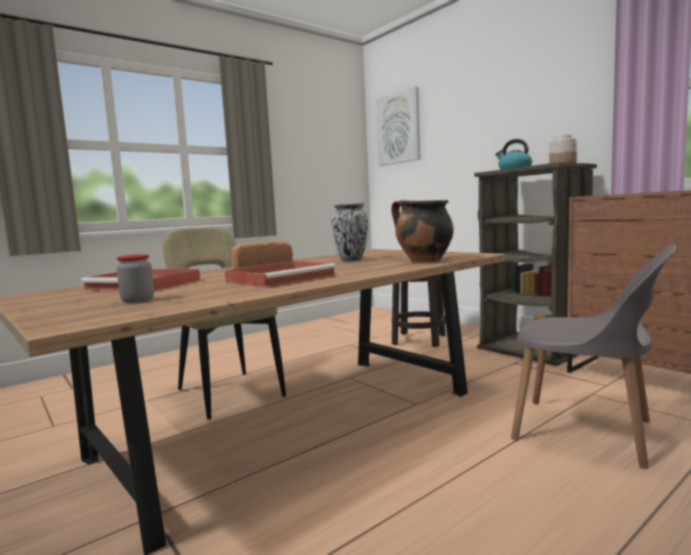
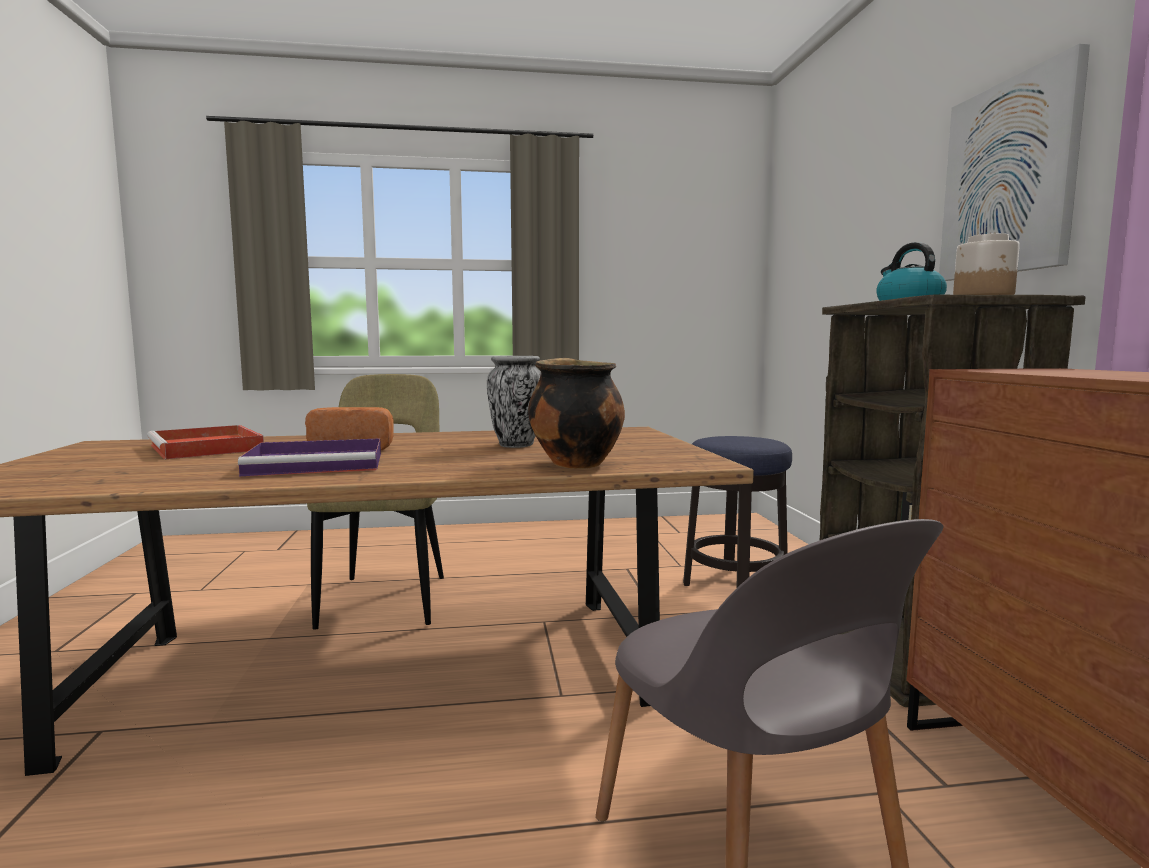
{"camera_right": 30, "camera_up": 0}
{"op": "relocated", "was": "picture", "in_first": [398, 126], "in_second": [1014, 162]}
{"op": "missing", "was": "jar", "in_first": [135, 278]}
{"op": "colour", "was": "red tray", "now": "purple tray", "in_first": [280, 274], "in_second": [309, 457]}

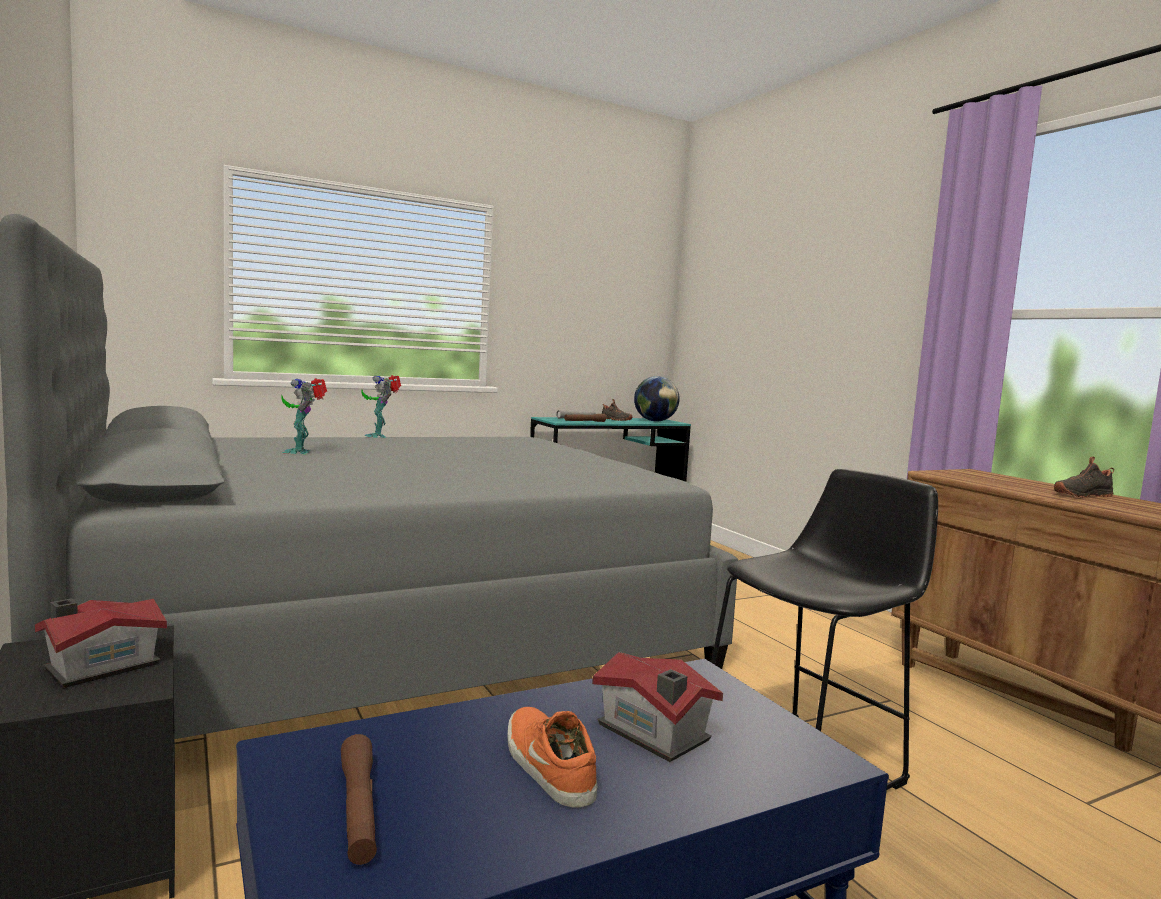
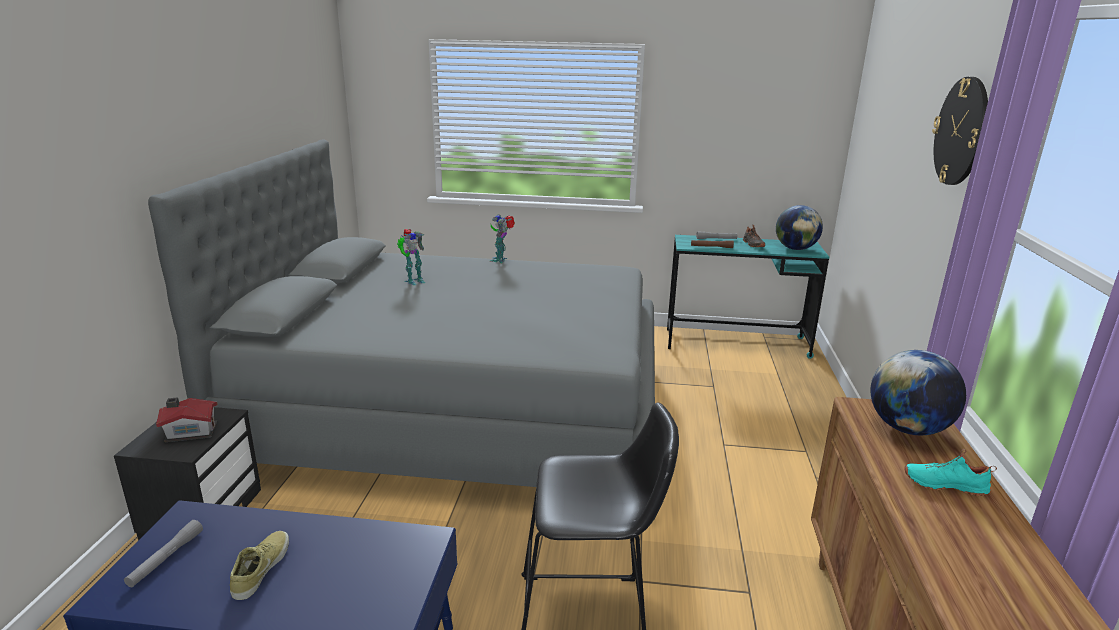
{"camera_right": 35, "camera_up": 15}
{"op": "spun", "was": "toy robot", "in_first": [304, 416], "in_second": [411, 257], "clockwise": -150}
{"op": "colour", "was": "black shoe", "now": "turquoise shoe", "in_first": [1084, 477], "in_second": [950, 472]}
{"op": "missing", "was": "toy house", "in_first": [657, 707]}
{"op": "colour", "was": "orange shoe", "now": "beige shoe", "in_first": [552, 757], "in_second": [259, 565]}
{"op": "colour", "was": "brown flashlight", "now": "grey flashlight", "in_first": [359, 799], "in_second": [163, 553]}
{"op": "appeared", "now": "wall clock", "in_second": [960, 131]}
{"op": "appeared", "now": "globe", "in_second": [918, 392]}

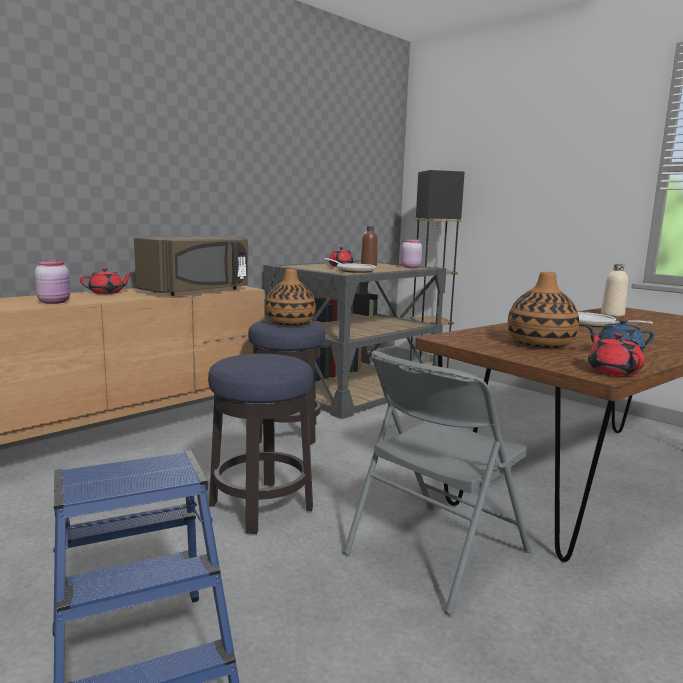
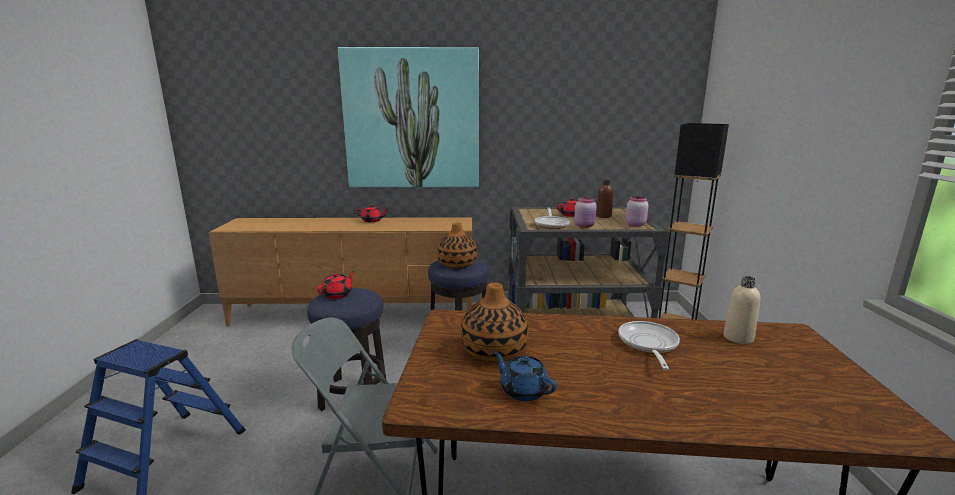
{"camera_right": 45, "camera_up": 5}
{"op": "missing", "was": "brown microwave", "in_first": [191, 266]}
{"op": "relocated", "was": "pink jar", "in_first": [52, 282], "in_second": [585, 212]}
{"op": "relocated", "was": "red teapot", "in_first": [616, 354], "in_second": [336, 285]}
{"op": "appeared", "now": "picture", "in_second": [408, 117]}

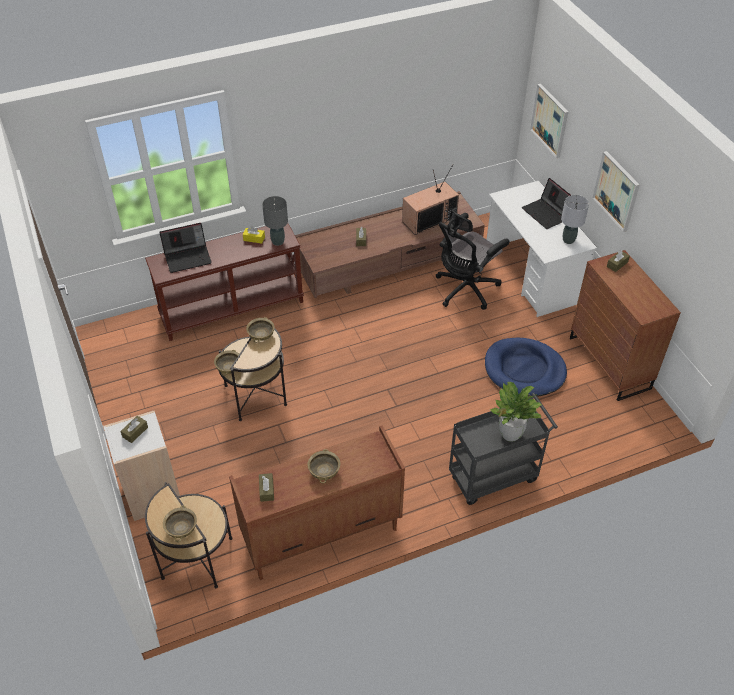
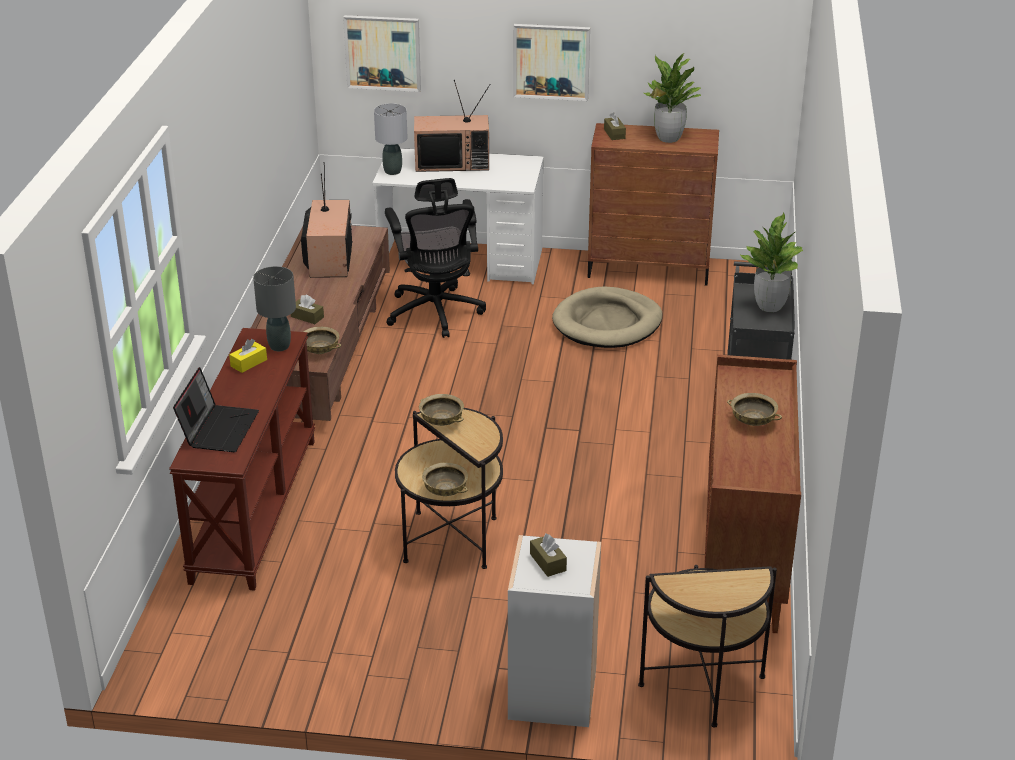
{"camera_right": -60, "camera_up": -15}
{"op": "exchanged", "was": "laptop", "now": "television", "in_first": [546, 203], "in_second": [452, 126]}
{"op": "relocated", "was": "grey table lamp", "in_first": [575, 219], "in_second": [390, 139]}
{"op": "colour", "was": "blue dog bed", "now": "beige dog bed", "in_first": [526, 366], "in_second": [607, 317]}
{"op": "missing", "was": "brown tissue box", "in_first": [266, 487]}
{"op": "relocated", "was": "beige bowl", "in_first": [180, 523], "in_second": [322, 340]}
{"op": "appeared", "now": "potted plant", "in_second": [672, 98]}

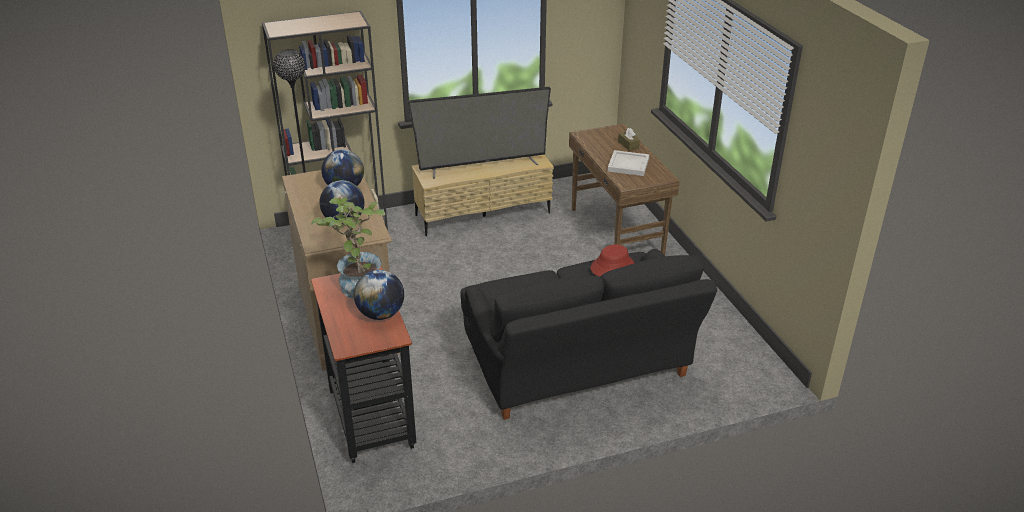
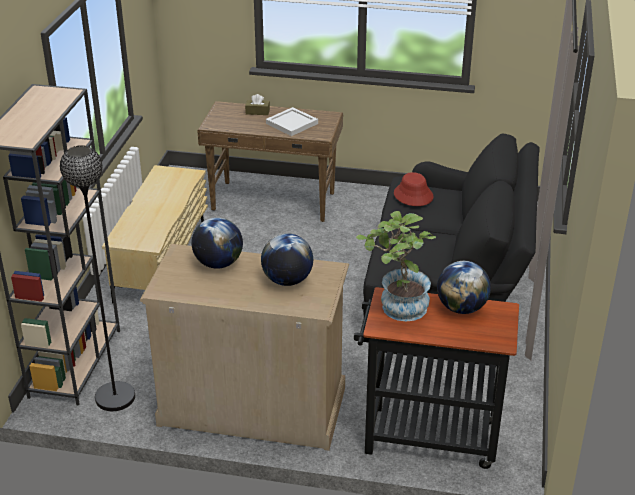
{"camera_right": -60, "camera_up": 0}
{"op": "missing", "was": "television", "in_first": [479, 133]}

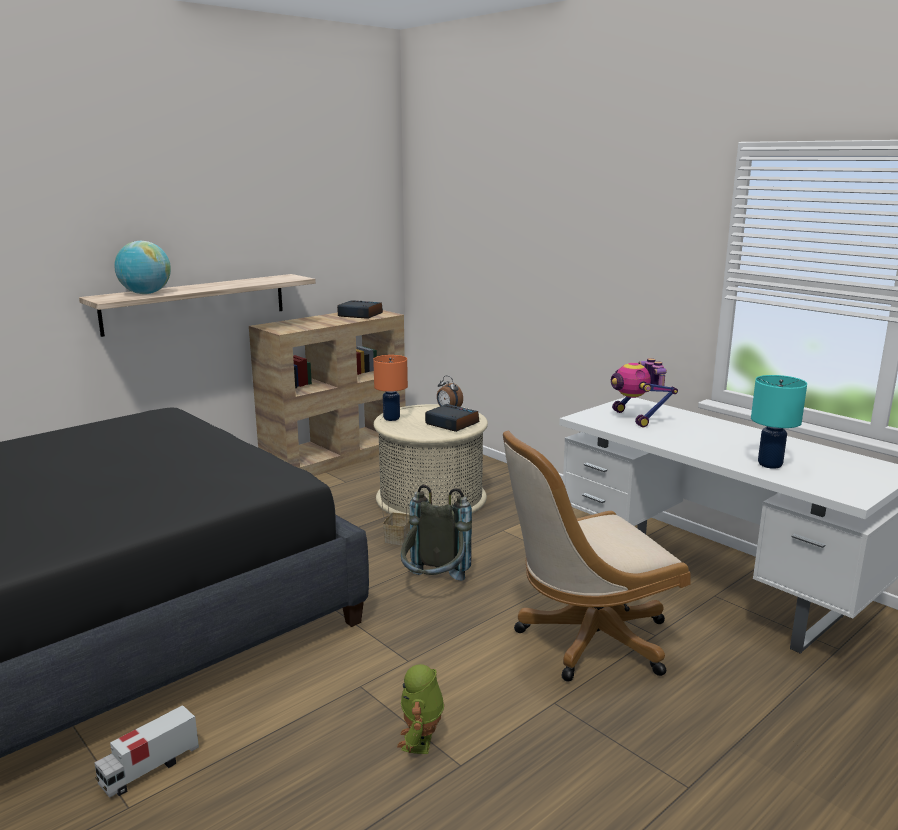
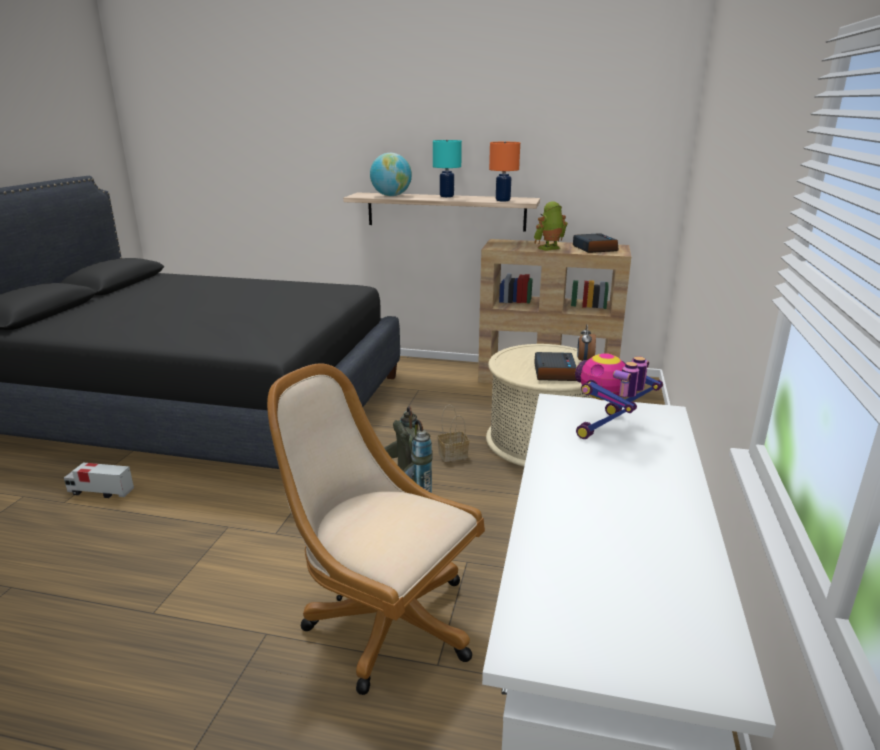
{"camera_right": 55, "camera_up": 5}
{"op": "relocated", "was": "orange table lamp", "in_first": [390, 388], "in_second": [504, 171]}
{"op": "relocated", "was": "turquoise table lamp", "in_first": [779, 422], "in_second": [447, 168]}
{"op": "relocated", "was": "toy robot", "in_first": [420, 709], "in_second": [551, 226]}

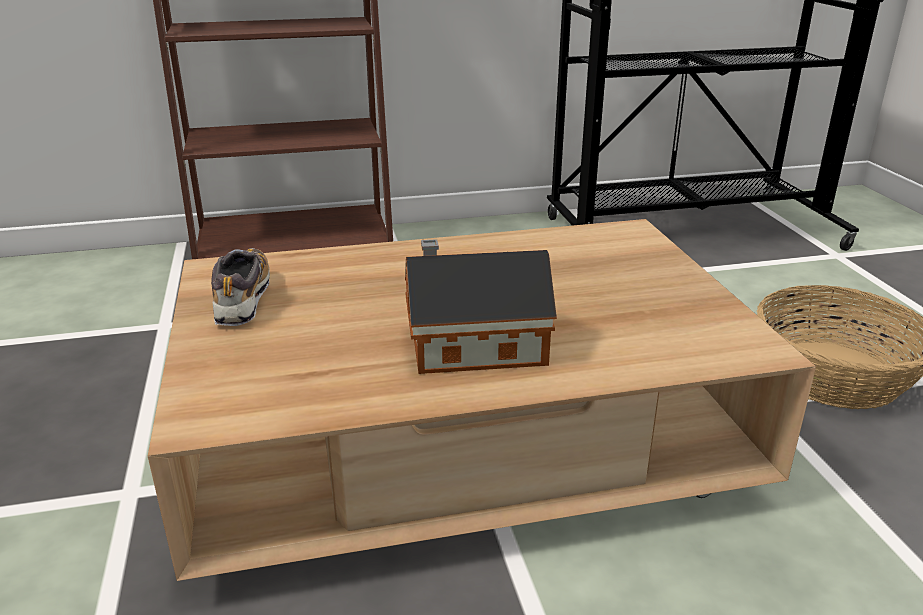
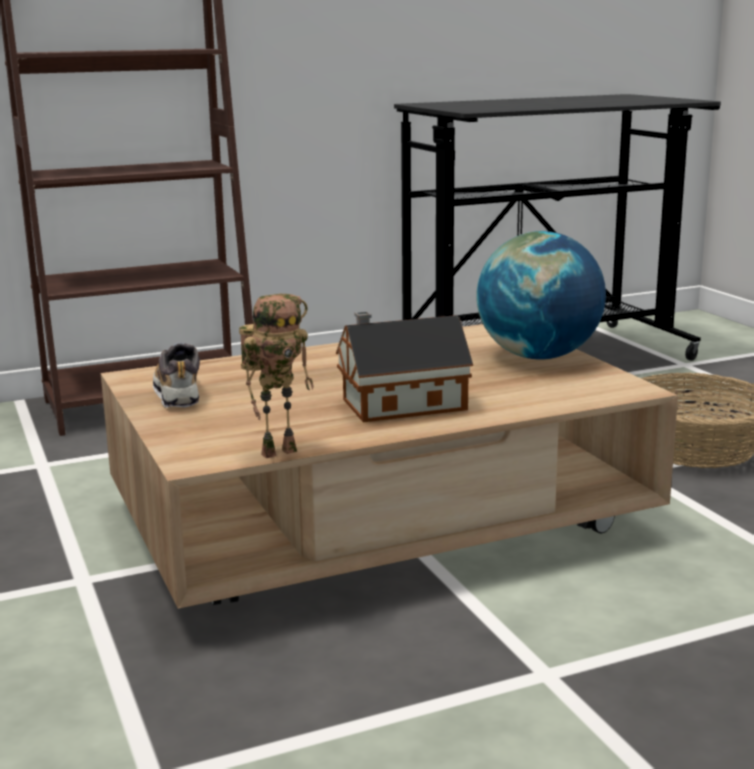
{"camera_right": -10, "camera_up": -10}
{"op": "appeared", "now": "globe", "in_second": [541, 295]}
{"op": "appeared", "now": "toy robot", "in_second": [276, 376]}

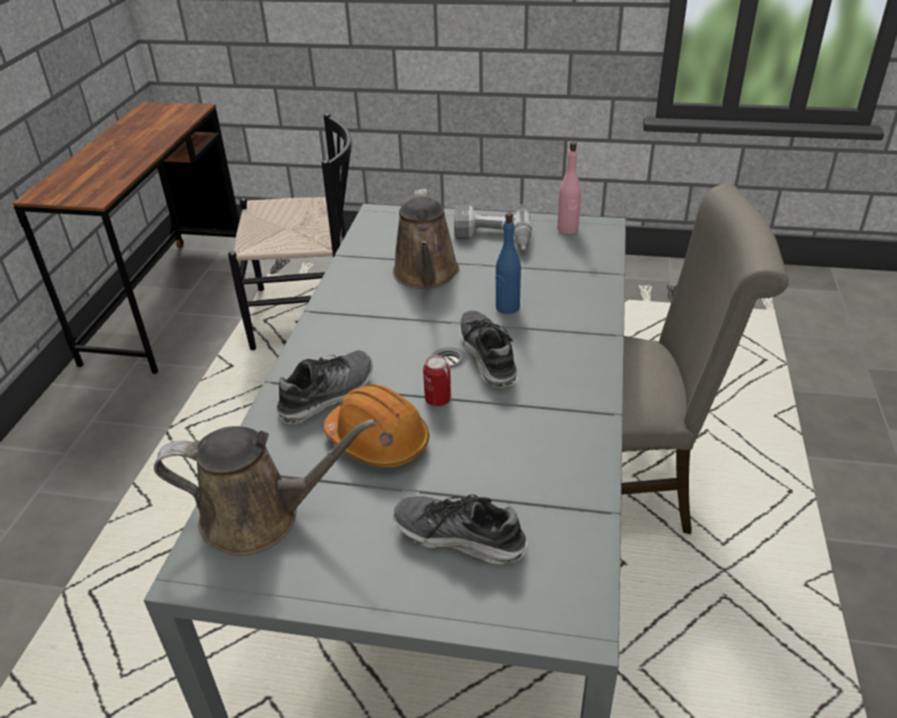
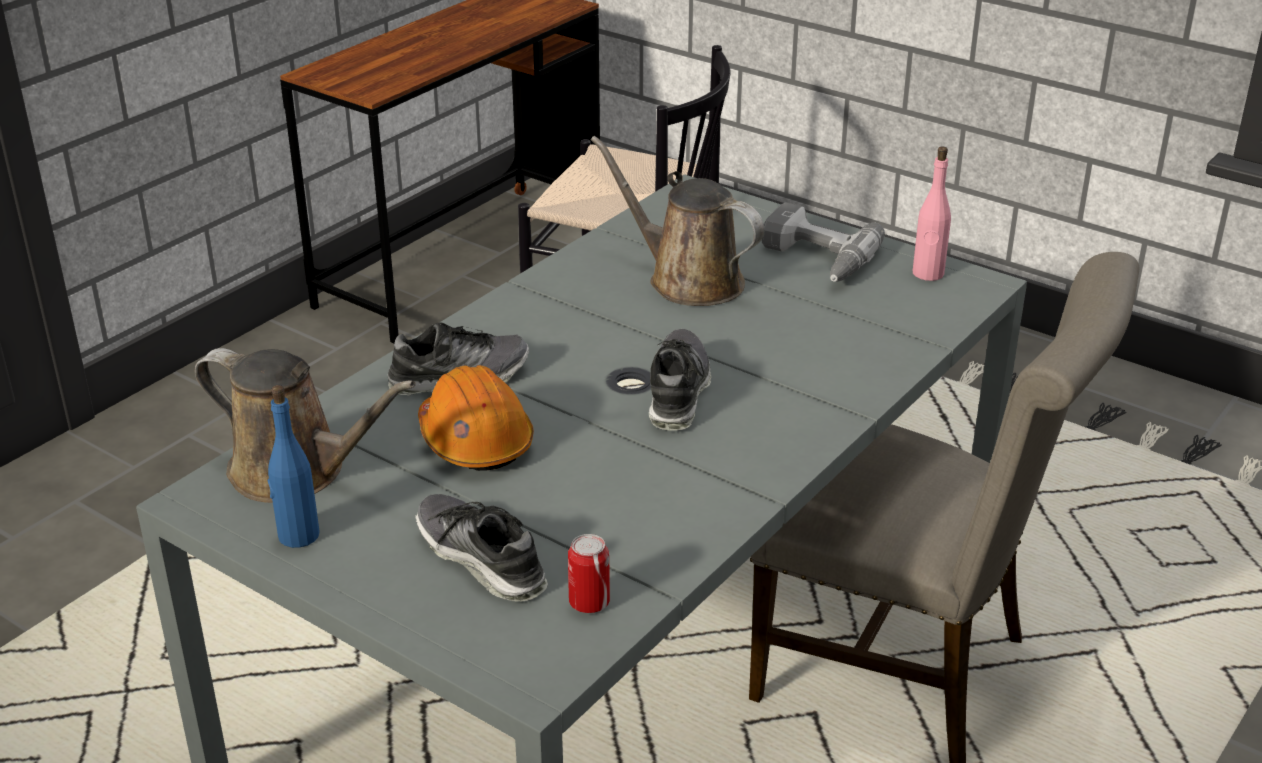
{"camera_right": 25, "camera_up": -5}
{"op": "spun", "was": "brown watering can", "in_first": [426, 239], "in_second": [678, 221], "clockwise": 105}
{"op": "relocated", "was": "blue bottle", "in_first": [508, 263], "in_second": [294, 466]}
{"op": "relocated", "was": "can", "in_first": [437, 380], "in_second": [589, 573]}

